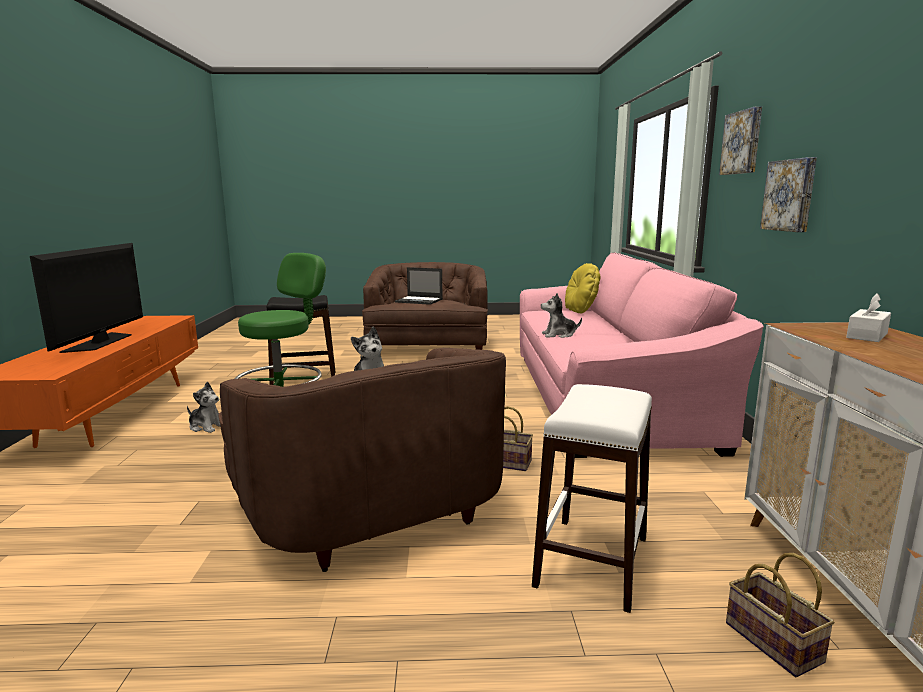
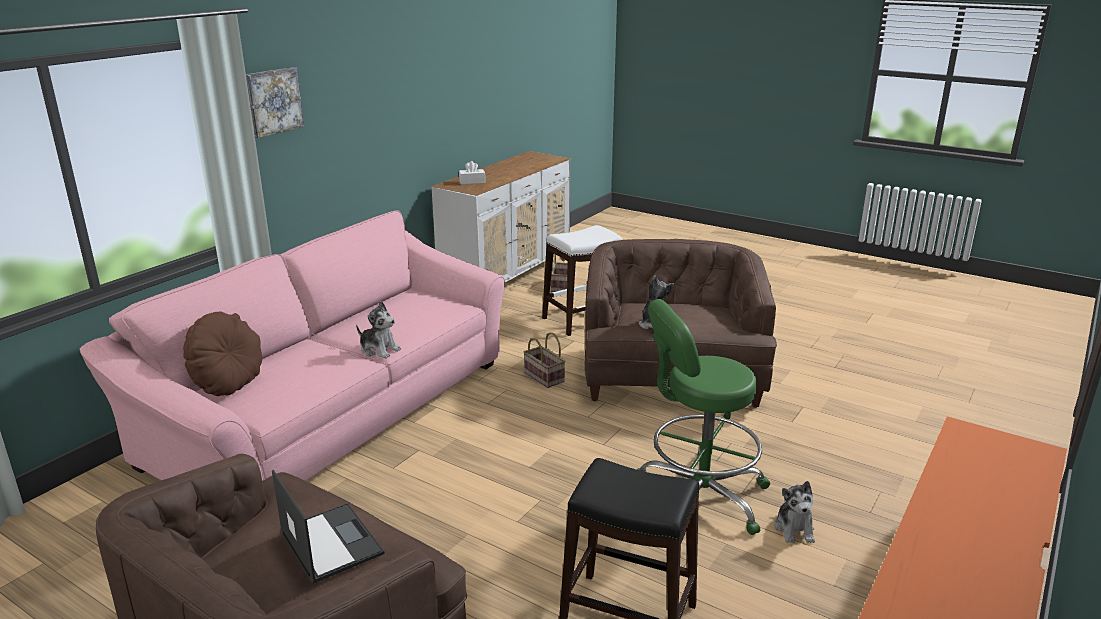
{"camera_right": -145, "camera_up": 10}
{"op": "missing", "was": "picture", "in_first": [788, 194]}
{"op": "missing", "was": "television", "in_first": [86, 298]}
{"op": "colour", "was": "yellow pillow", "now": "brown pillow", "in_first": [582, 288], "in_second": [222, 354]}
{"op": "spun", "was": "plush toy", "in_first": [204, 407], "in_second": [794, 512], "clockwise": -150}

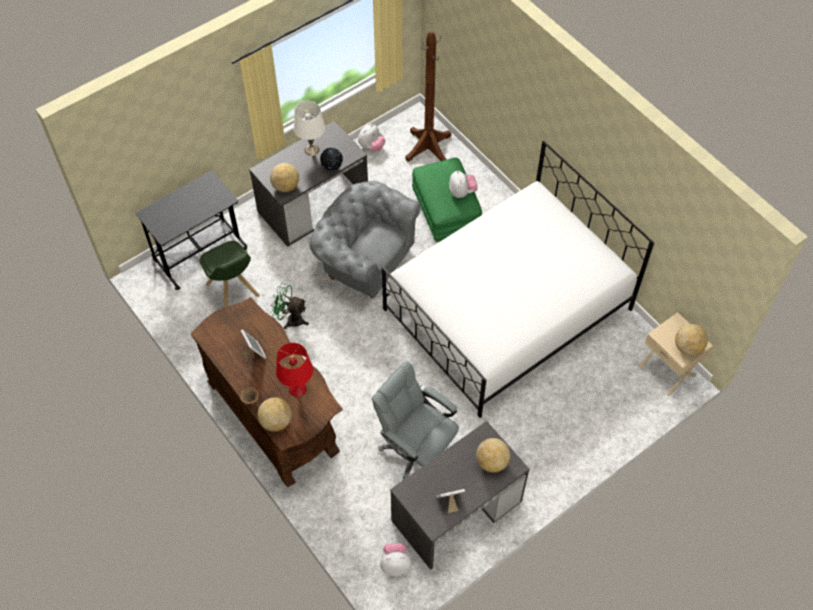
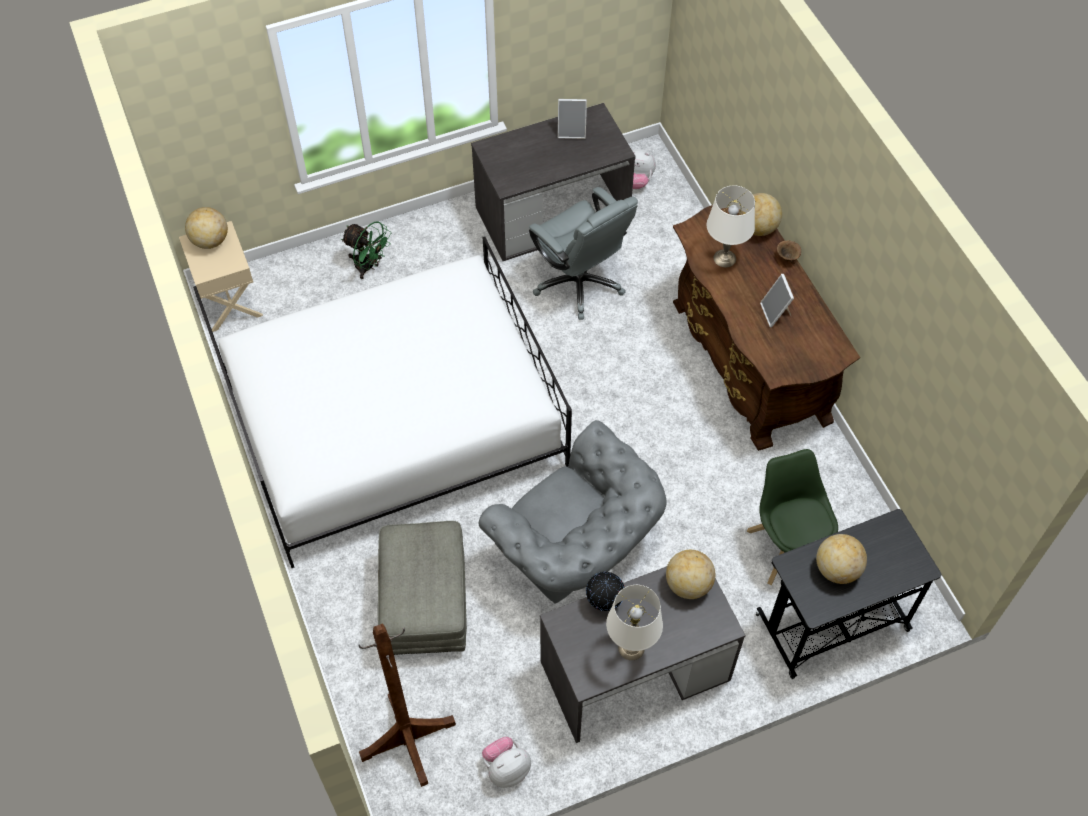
{"camera_right": -165, "camera_up": 0}
{"op": "colour", "was": "green ottoman", "now": "grey ottoman", "in_first": [447, 200], "in_second": [422, 588]}
{"op": "missing", "was": "plush toy", "in_first": [463, 184]}
{"op": "relocated", "was": "green fan", "in_first": [289, 306], "in_second": [366, 250]}
{"op": "colour", "was": "red table lamp", "now": "white table lamp", "in_first": [294, 370], "in_second": [730, 226]}
{"op": "relocated", "was": "globe", "in_first": [493, 455], "in_second": [841, 559]}

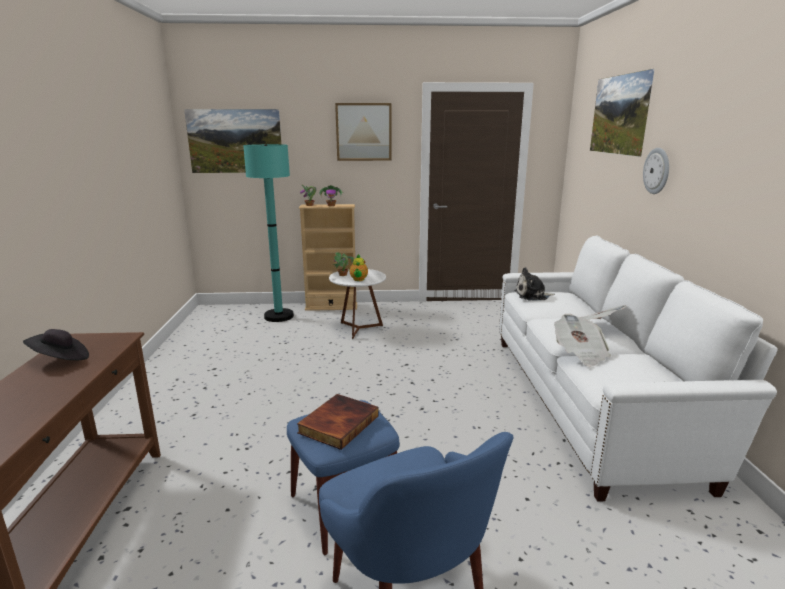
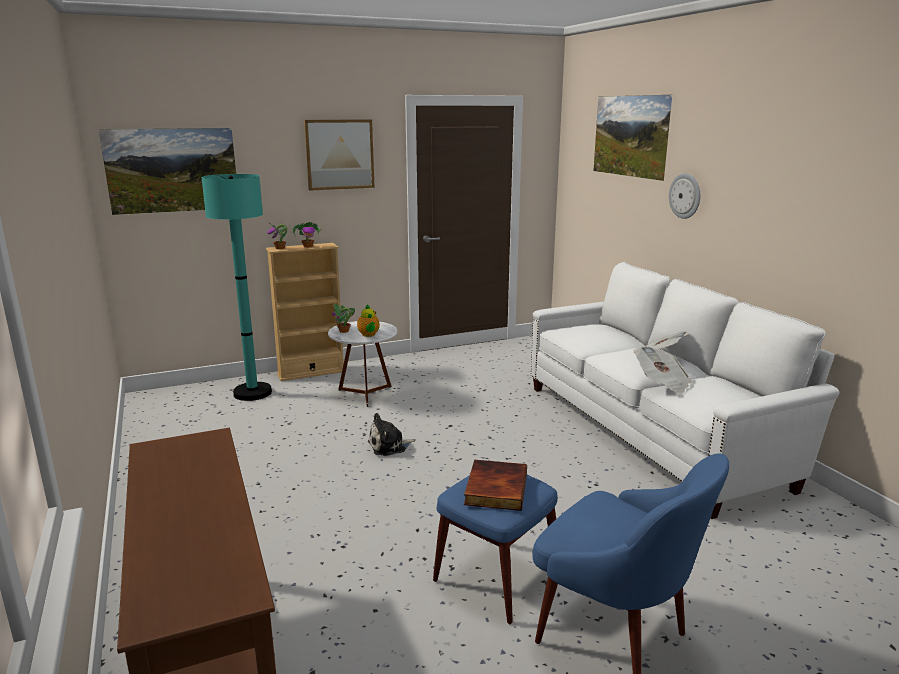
{"camera_right": -20, "camera_up": 0}
{"op": "relocated", "was": "plush toy", "in_first": [535, 284], "in_second": [392, 434]}
{"op": "missing", "was": "black hat", "in_first": [56, 344]}

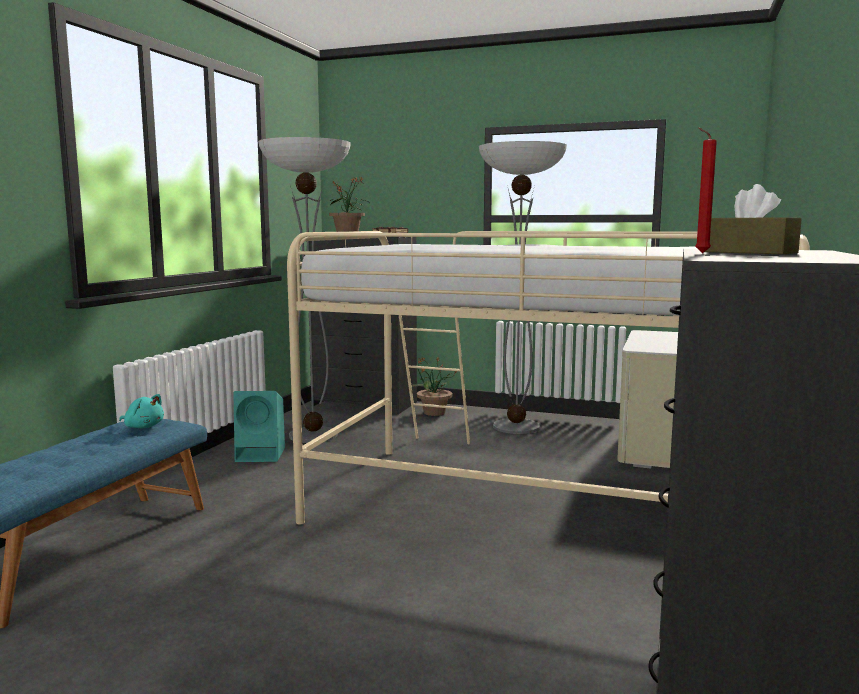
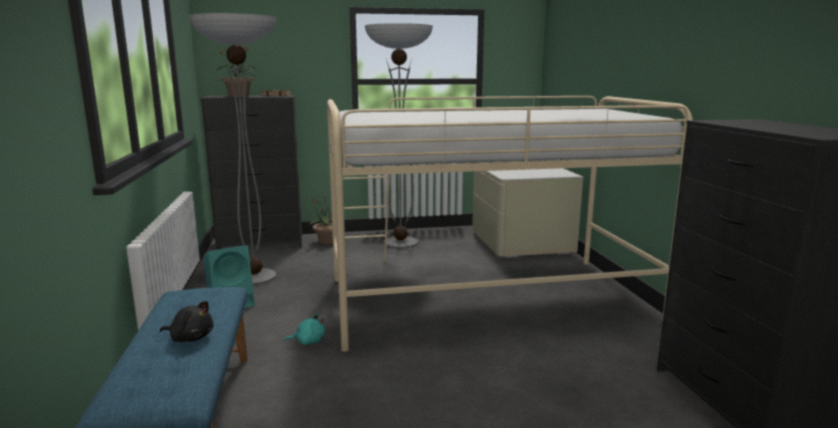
{"camera_right": -30, "camera_up": 5}
{"op": "missing", "was": "red candle", "in_first": [706, 190]}
{"op": "missing", "was": "brown tissue box", "in_first": [753, 219]}
{"op": "relocated", "was": "turquoise plush toy", "in_first": [141, 411], "in_second": [305, 329]}
{"op": "appeared", "now": "black plush toy", "in_second": [186, 321]}

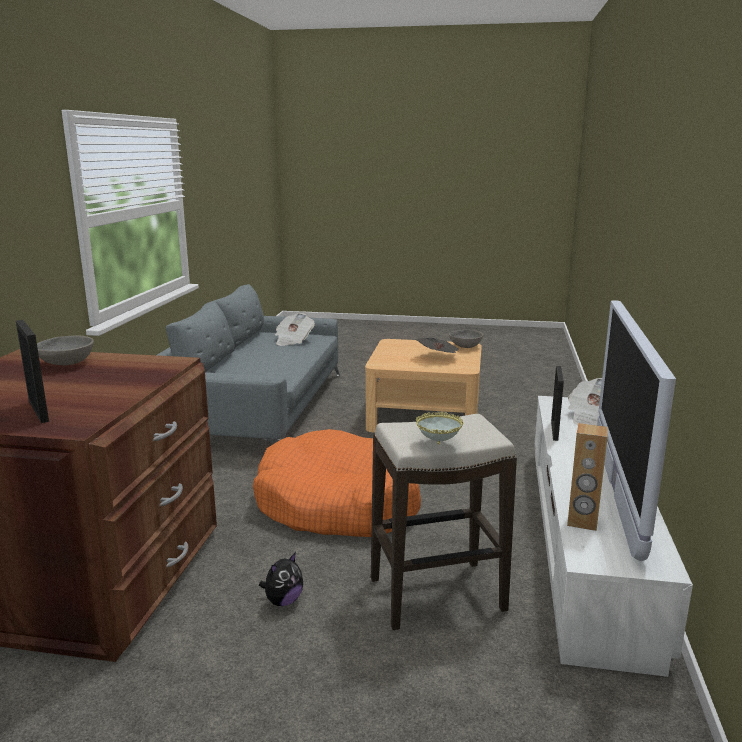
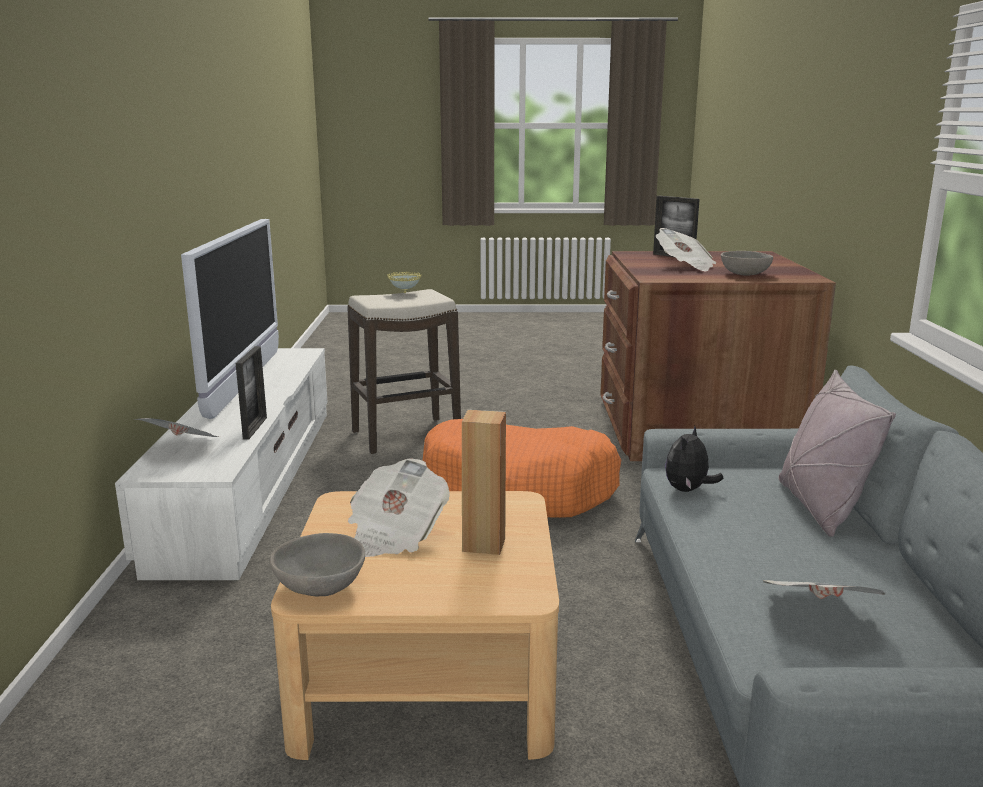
{"camera_right": 170, "camera_up": 0}
{"op": "relocated", "was": "brown speaker", "in_first": [587, 477], "in_second": [484, 482]}
{"op": "relocated", "was": "plush toy", "in_first": [281, 579], "in_second": [694, 459]}
{"op": "appeared", "now": "newspaper", "in_second": [686, 249]}
{"op": "appeared", "now": "purple pillow", "in_second": [837, 453]}

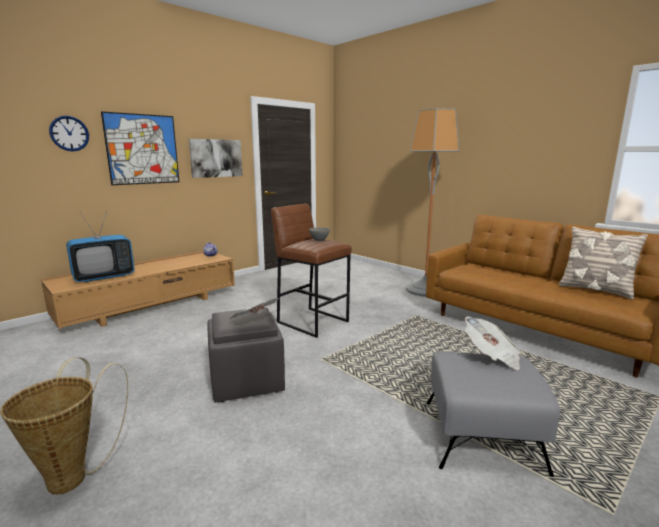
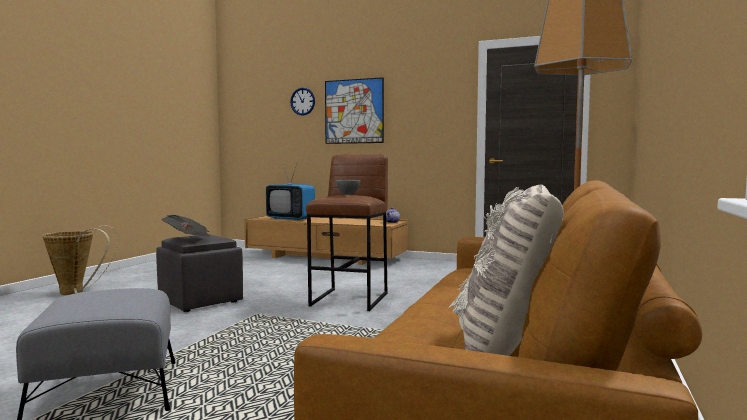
{"camera_right": 65, "camera_up": -10}
{"op": "missing", "was": "picture", "in_first": [216, 158]}
{"op": "missing", "was": "newspaper", "in_first": [493, 343]}

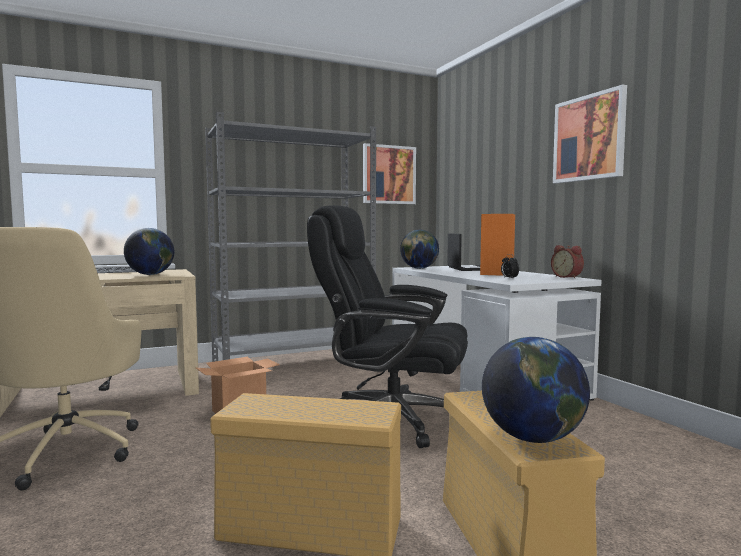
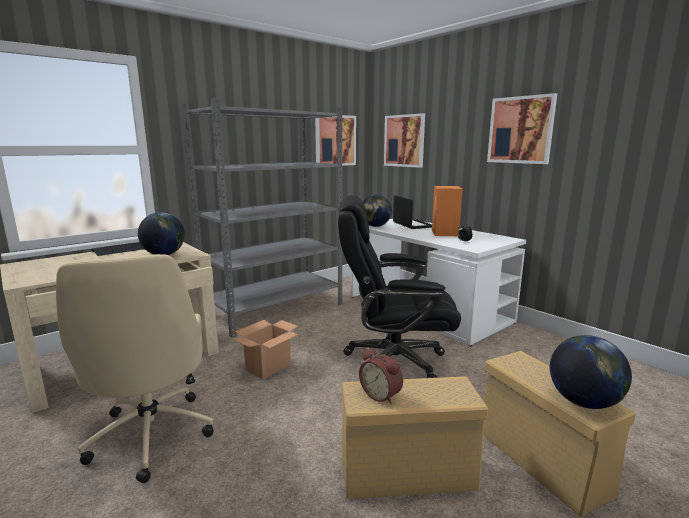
{"camera_right": -15, "camera_up": 10}
{"op": "relocated", "was": "alarm clock", "in_first": [567, 261], "in_second": [381, 376]}
{"op": "appeared", "now": "picture", "in_second": [404, 140]}

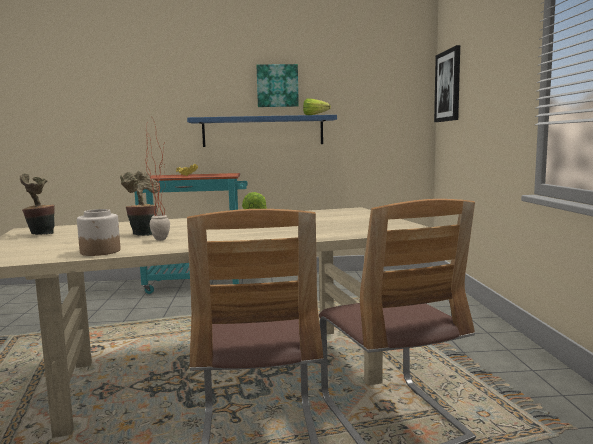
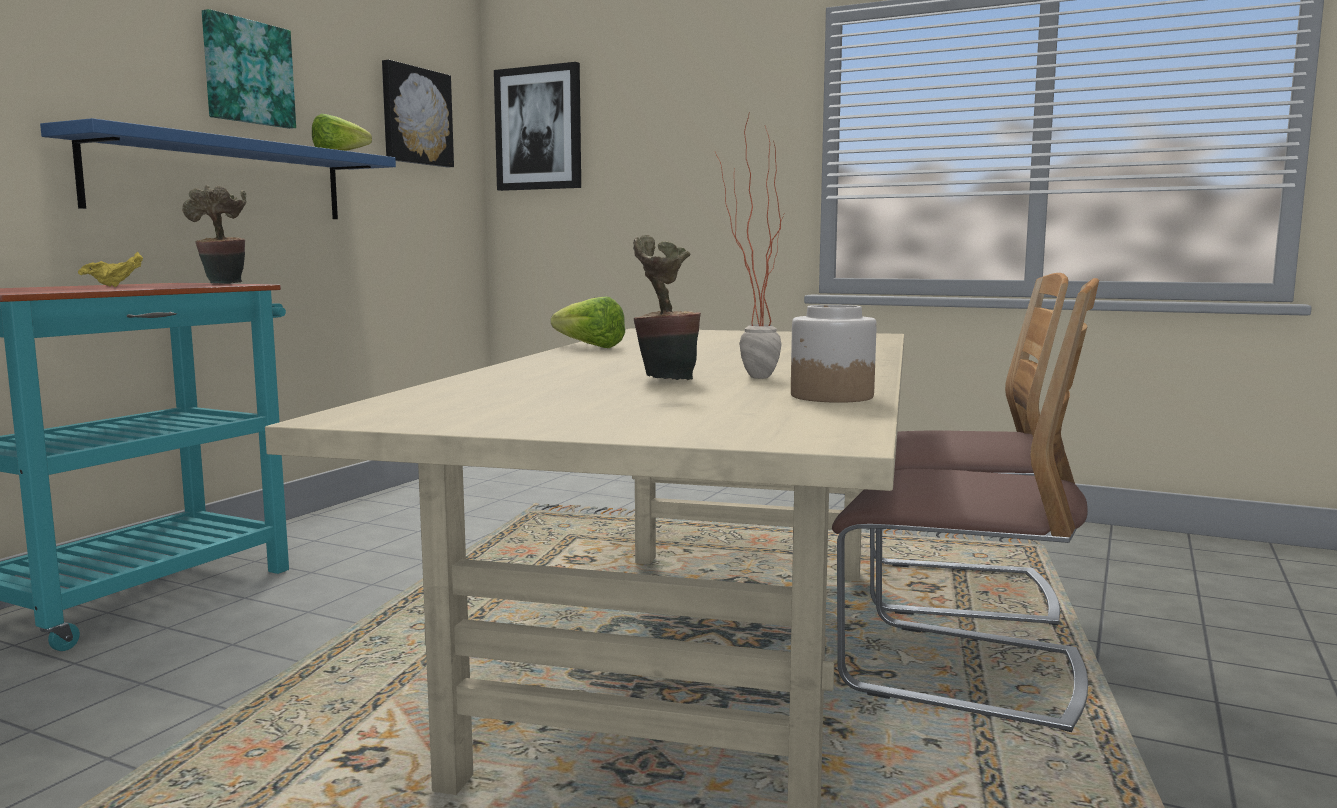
{"camera_right": -60, "camera_up": 0}
{"op": "relocated", "was": "potted plant", "in_first": [37, 204], "in_second": [214, 234]}
{"op": "appeared", "now": "picture", "in_second": [418, 114]}

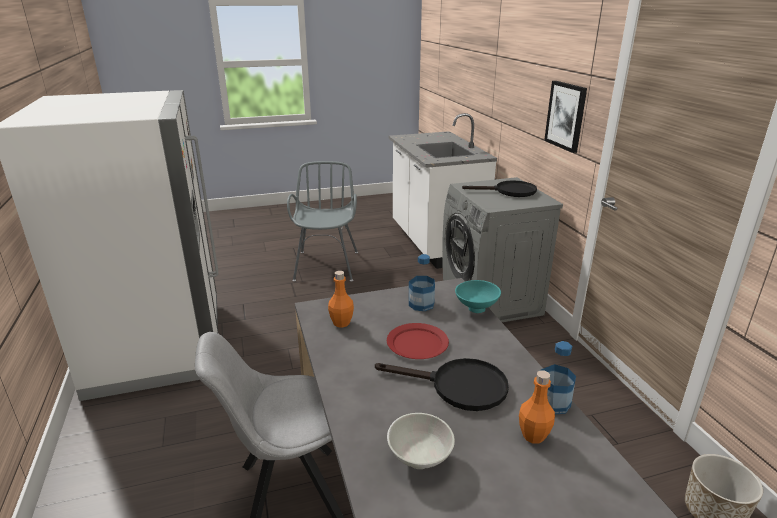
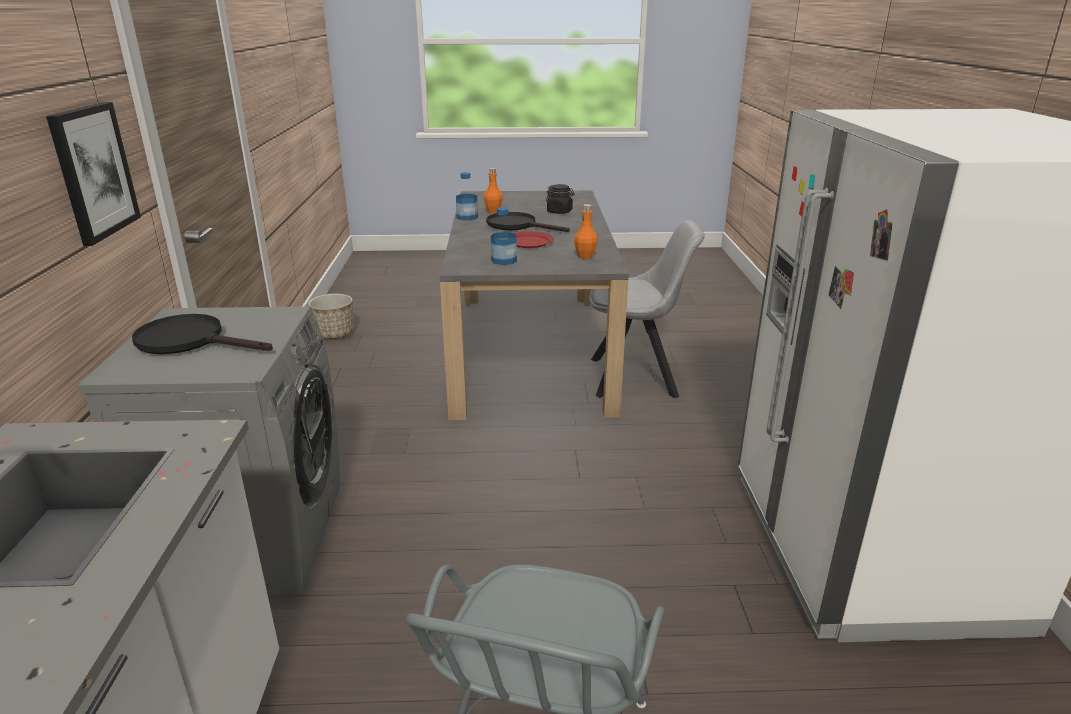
{"camera_right": -165, "camera_up": 0}
{"op": "missing", "was": "turquoise bowl", "in_first": [478, 296]}
{"op": "exchanged", "was": "white bowl", "now": "black jar", "in_first": [421, 441], "in_second": [560, 199]}

